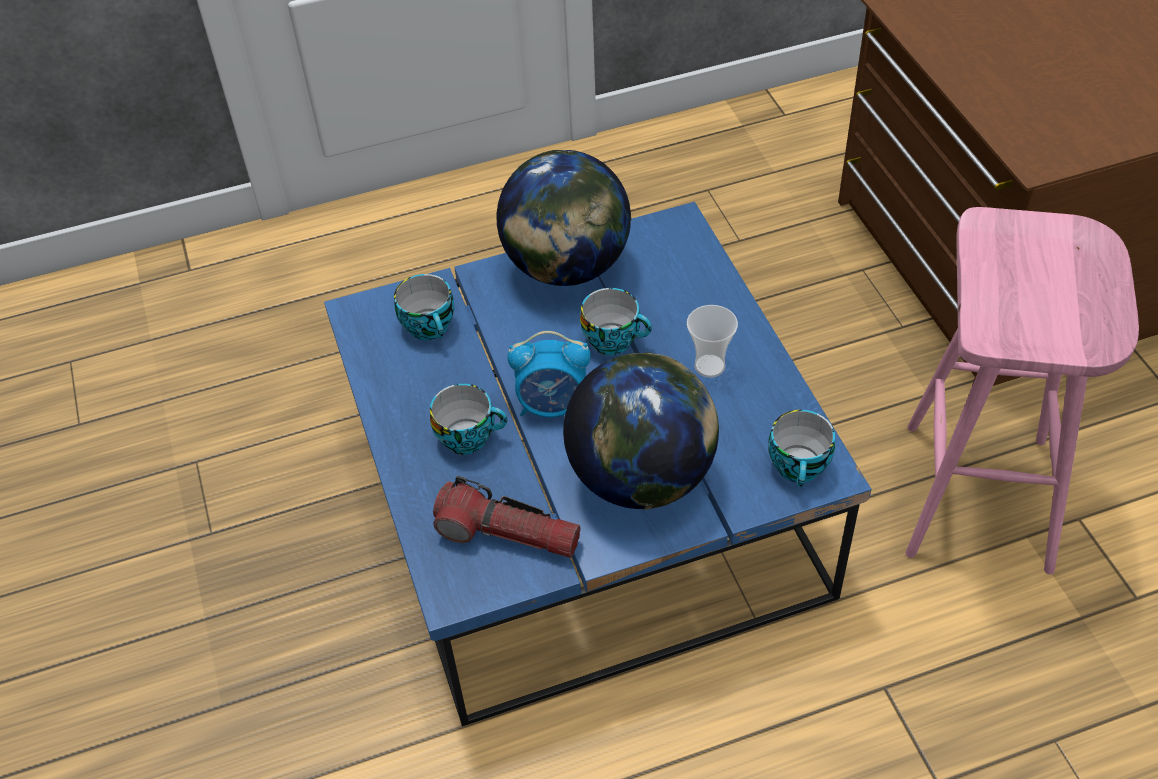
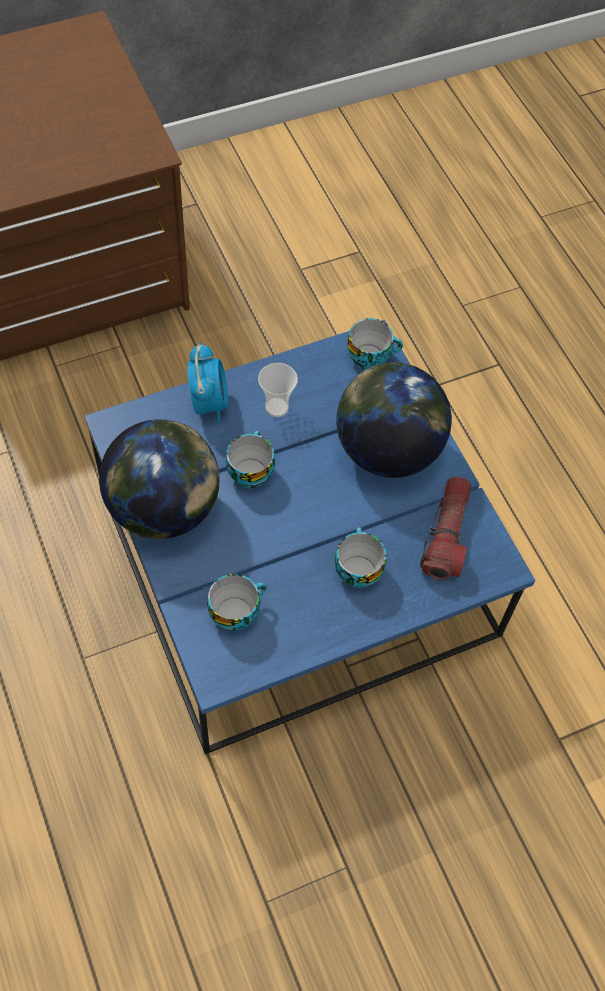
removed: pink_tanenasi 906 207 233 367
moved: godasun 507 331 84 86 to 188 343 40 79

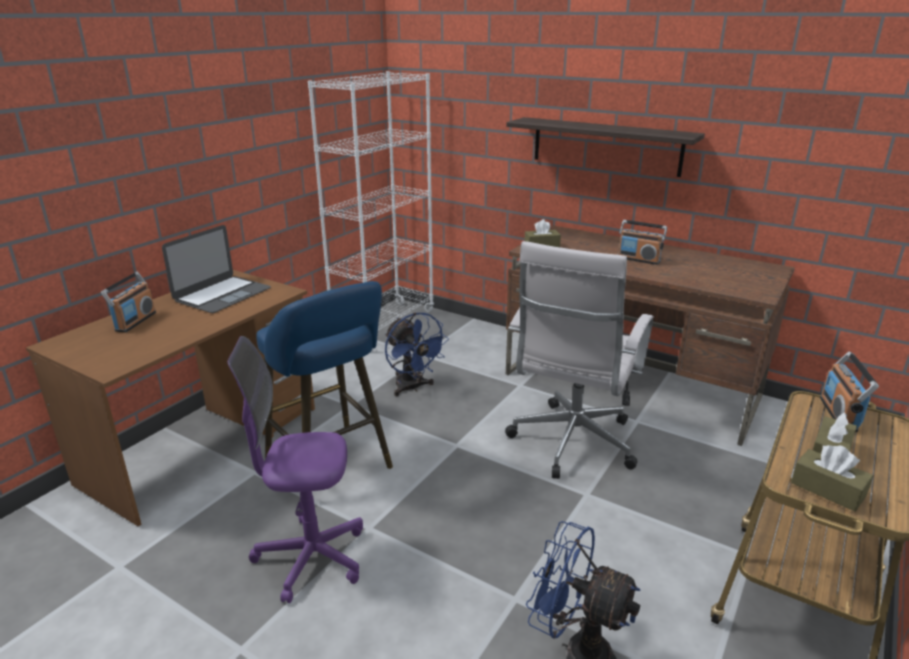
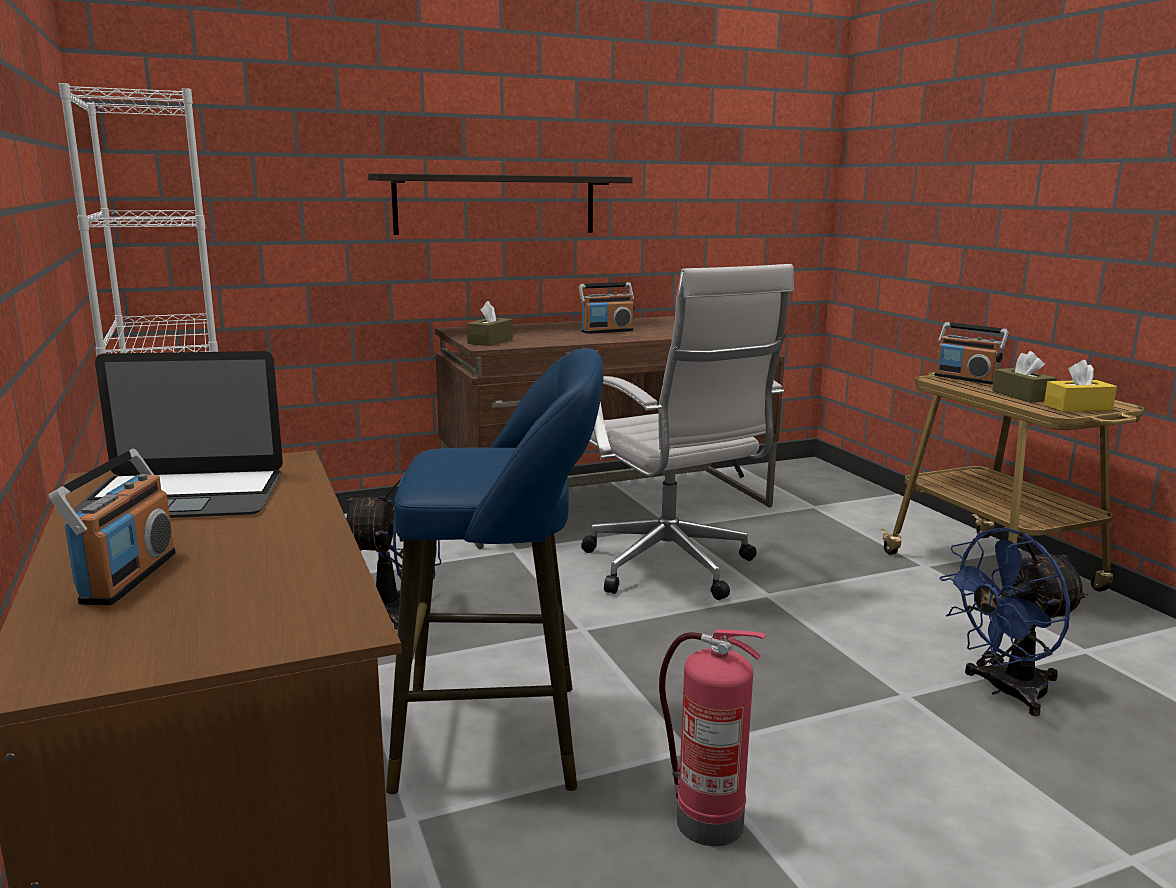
replaced: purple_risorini 228 336 135 267 to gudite 659 629 107 217
recoloured: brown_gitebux 791 445 82 67 to yellow_gitebux 1044 360 73 52
turned: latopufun 162 225 109 88 = 73 351 210 167 105 degrees clockwise; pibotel 101 272 55 61 = 49 448 127 157 45 degrees clockwise

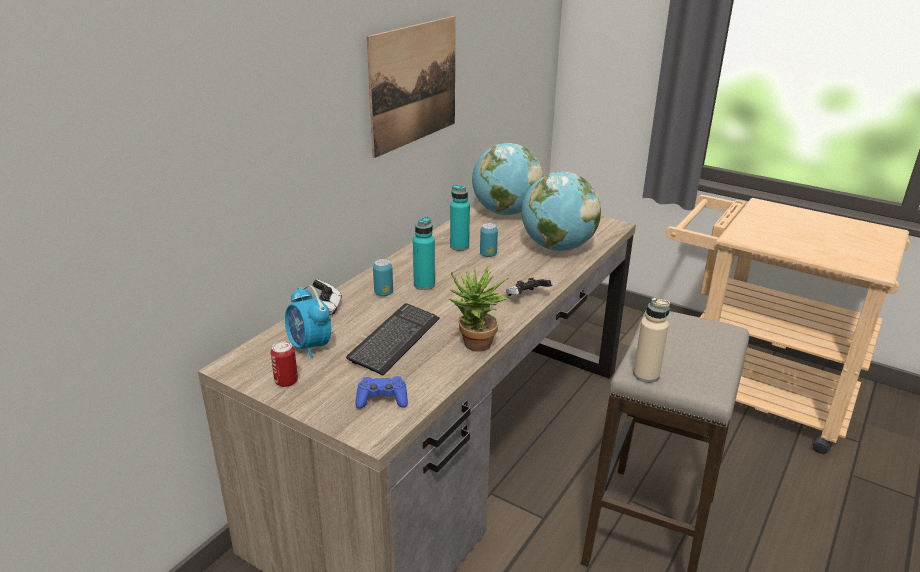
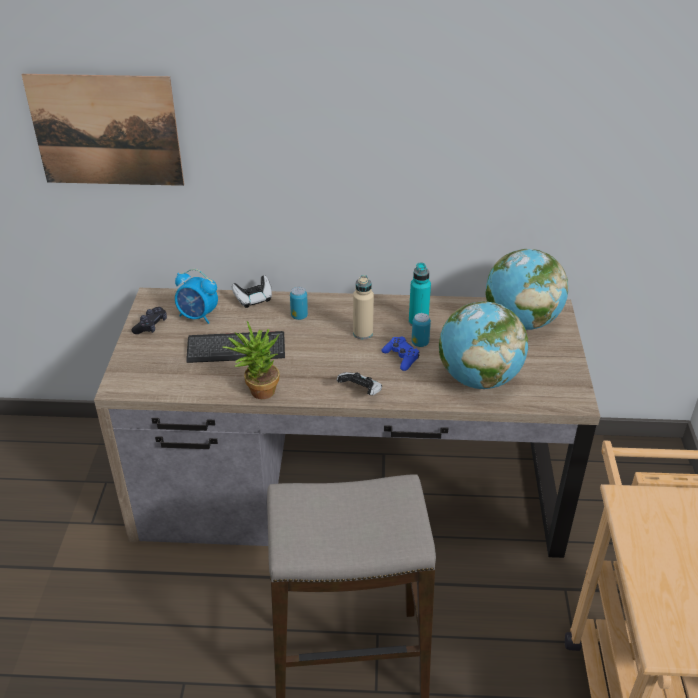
removed: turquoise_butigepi 413 216 22 74
moved: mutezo 367 16 89 142 to 21 74 163 112; beige_butigepi 633 297 37 86 to 353 275 21 64; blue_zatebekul 356 376 52 33 to 381 336 38 35
replaced: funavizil 271 341 27 46 to black_zatebekul 131 307 36 27
turned: godasun 285 286 46 73 = 175 269 43 55 90 degrees counterclockwise

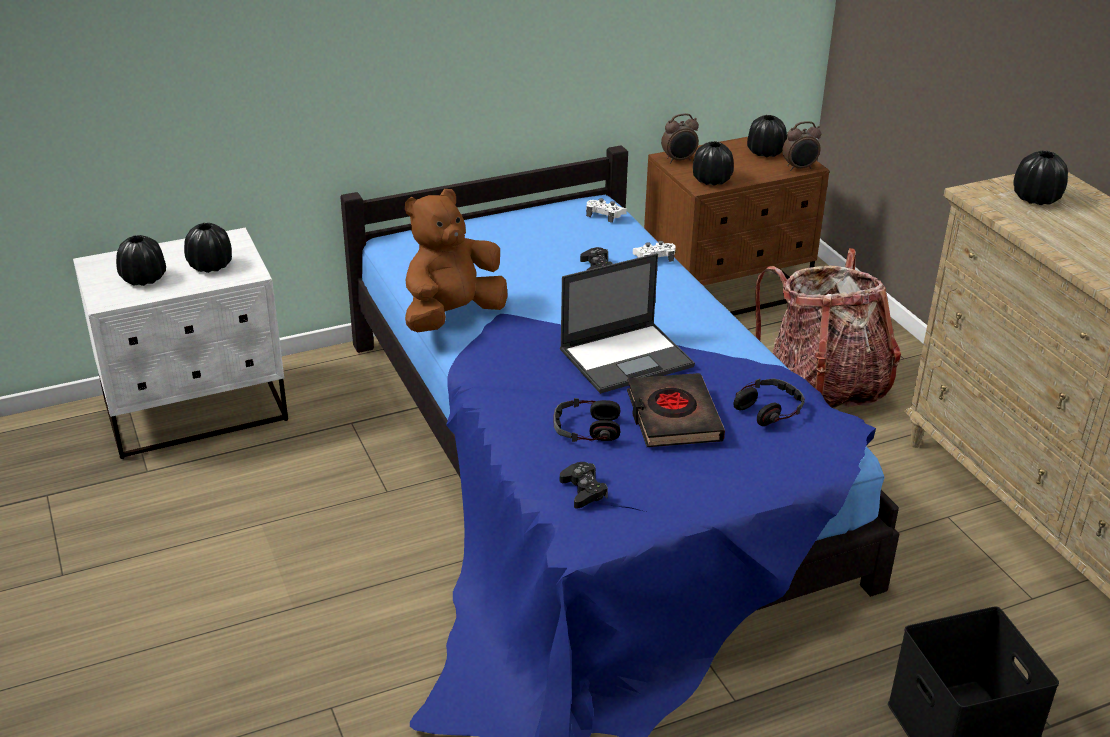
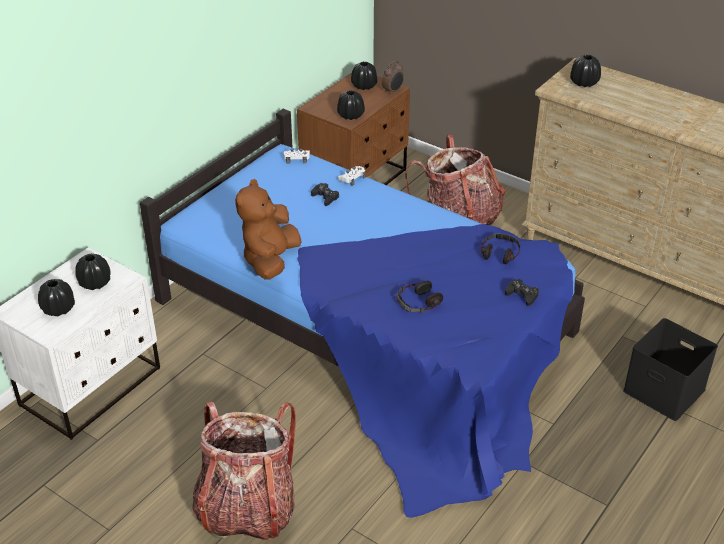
removed: godasun 661 113 38 50; latopufun 560 253 135 141; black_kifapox 627 373 98 74
added: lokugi 192 402 104 139
moved: black_zatebekul 560 462 48 47 to 505 279 34 27

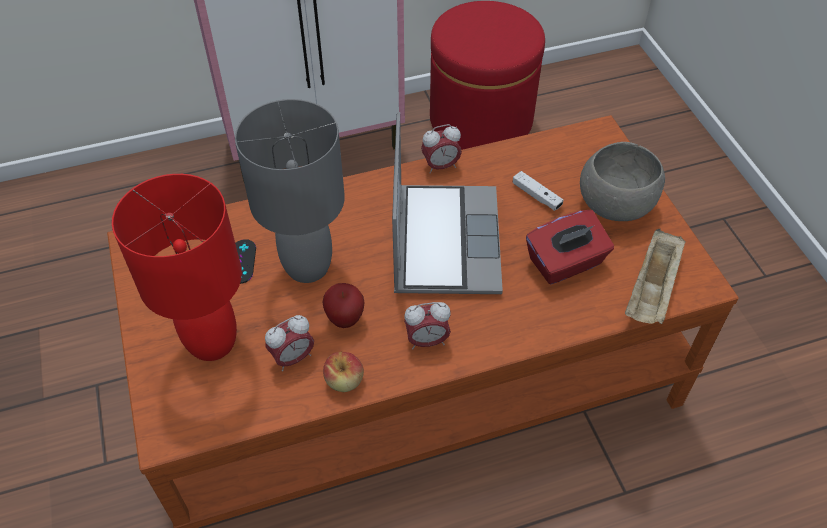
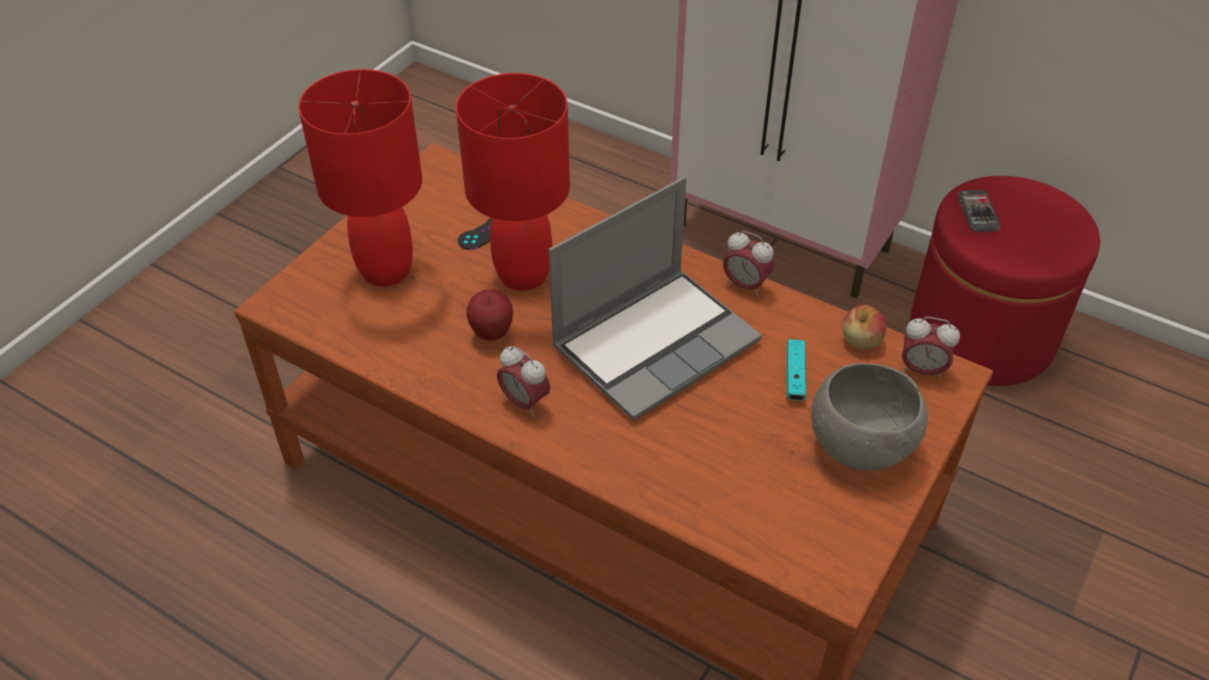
removed: red_gitebux 526 210 88 74; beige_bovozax 625 229 61 95
added: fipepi 958 190 43 42
moved: godasun 265 315 49 56 to 902 317 58 63; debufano 323 352 41 40 to 842 305 44 45
recoloured: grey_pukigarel 235 99 110 184 to red_pukigarel 456 73 114 218; white_zatebekul 513 171 50 40 to turquoise_zatebekul 787 339 19 62

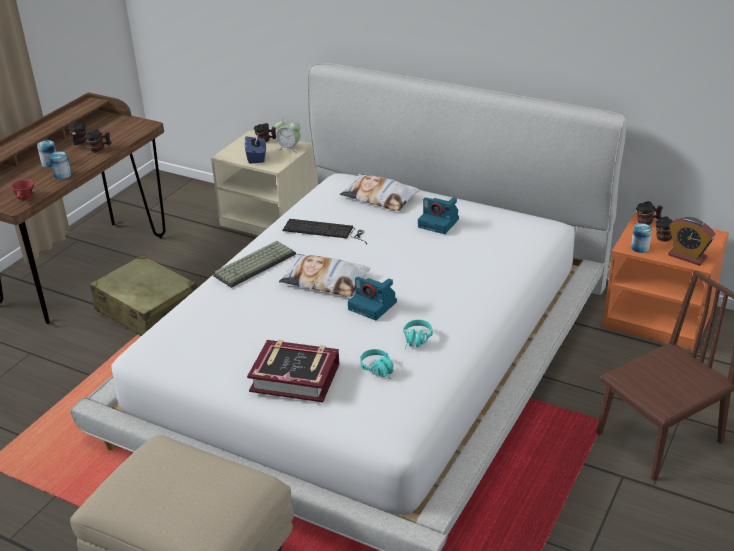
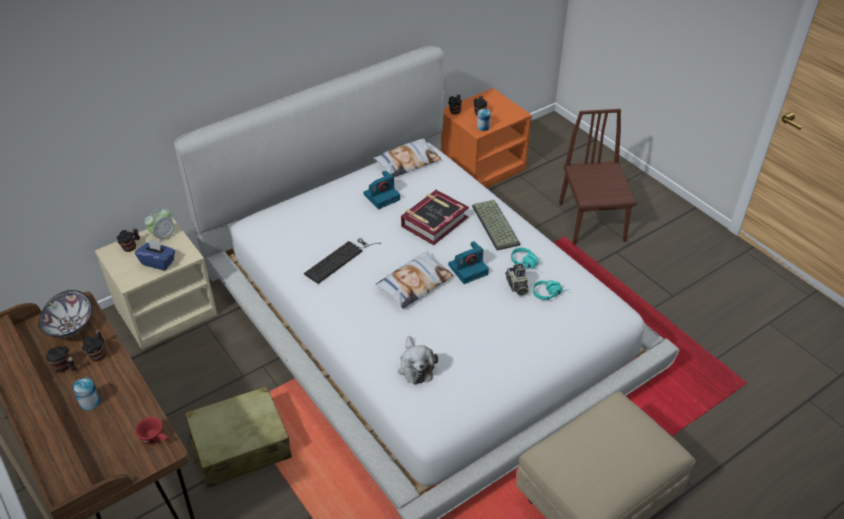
removed: funavizil 50 151 22 28; godasun 668 217 47 49
added: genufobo 505 264 24 32; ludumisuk 39 290 54 48; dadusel 398 336 40 48
moved: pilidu 340 174 80 37 to 373 139 68 38; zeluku 213 241 83 47 to 472 200 48 50; kifapox 247 339 93 63 to 401 190 68 55

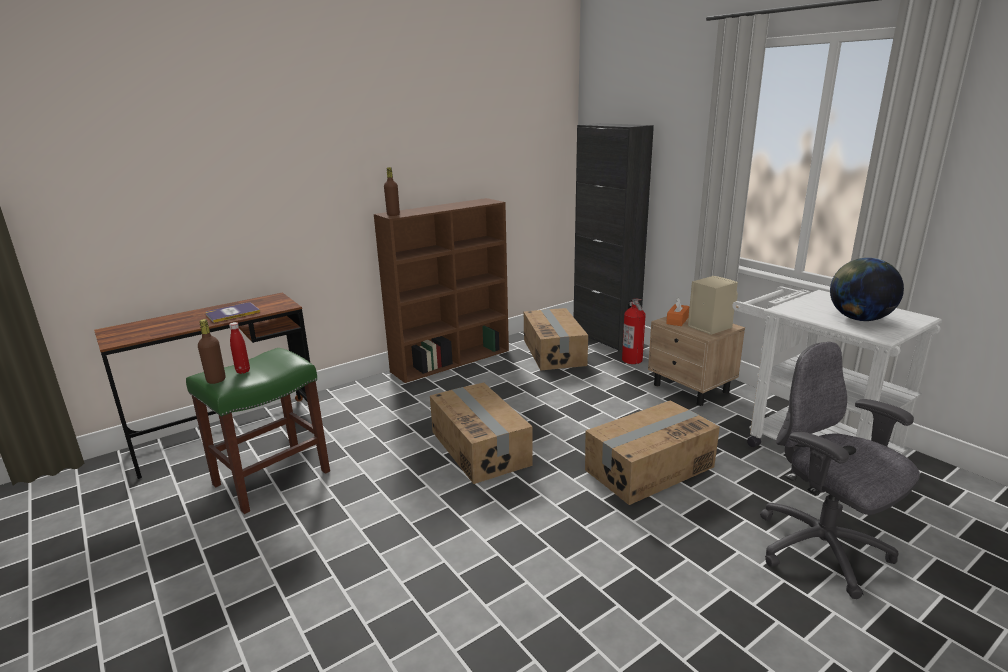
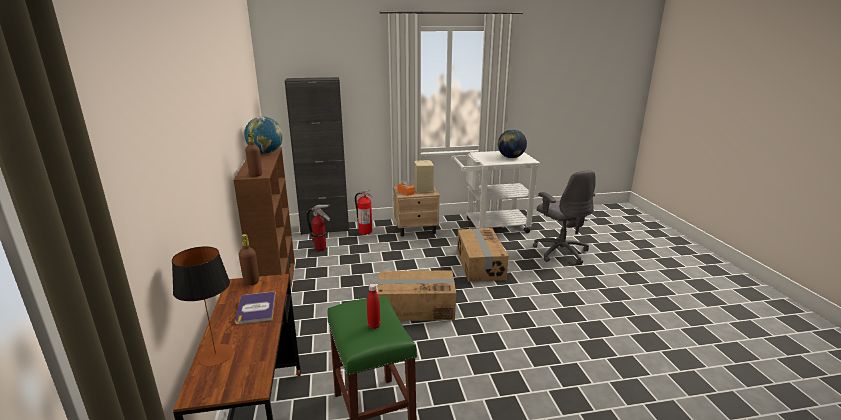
added: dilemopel 244 116 39 38; pukigarel 172 246 62 120
moved: brown_butigepi 198 319 27 65 to 238 234 21 51
replaced: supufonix 524 308 64 63 to gudite 307 205 23 46
turned: grey_risorini 760 342 160 257 = 533 170 63 95 105 degrees counterclockwise

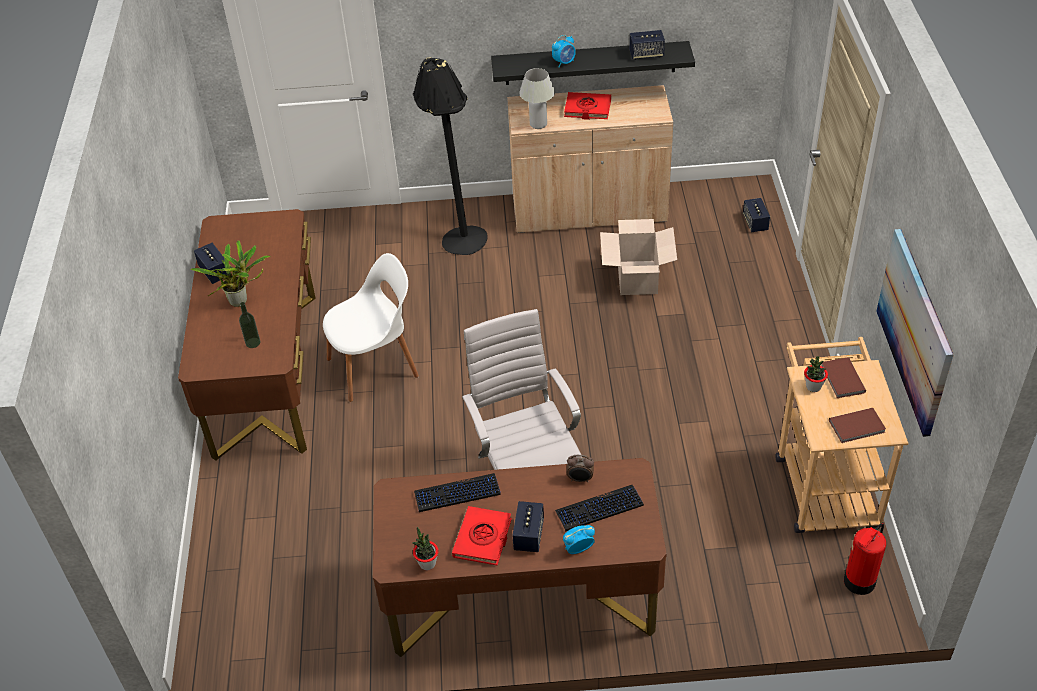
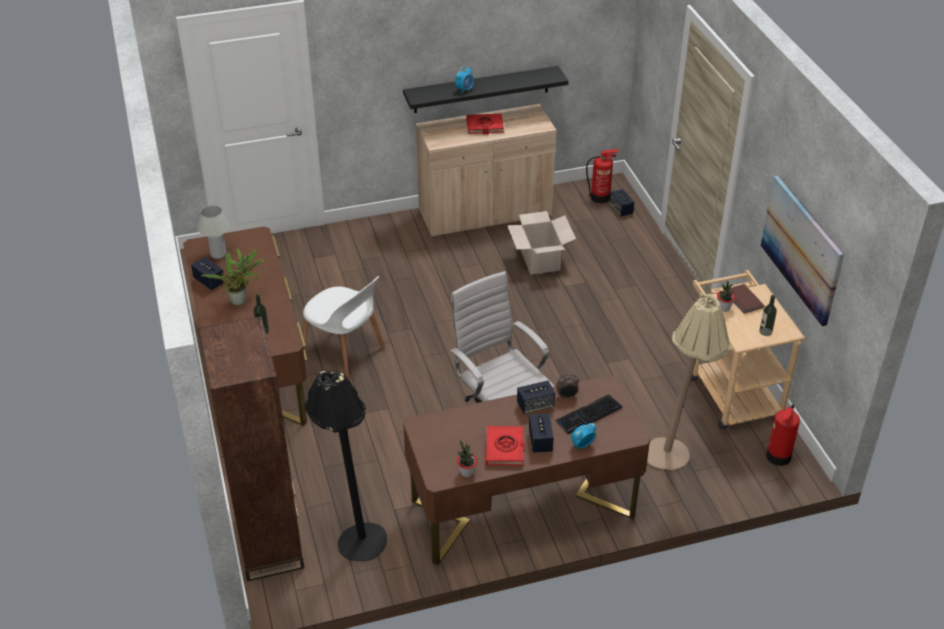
removed: zeluku 414 473 87 39
added: gudite 586 149 33 54; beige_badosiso 647 293 85 177; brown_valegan 199 316 105 266
moved: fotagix 629 30 36 30 to 517 381 38 33; black_badosiso 413 57 75 198 to 304 370 83 191; white_pukigarel 519 68 36 61 to 198 205 32 54
replaced: brown_kifapox 829 408 57 35 to butigepi 759 295 18 41
turned: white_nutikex 323 253 96 149 = 303 276 82 103 75 degrees clockwise

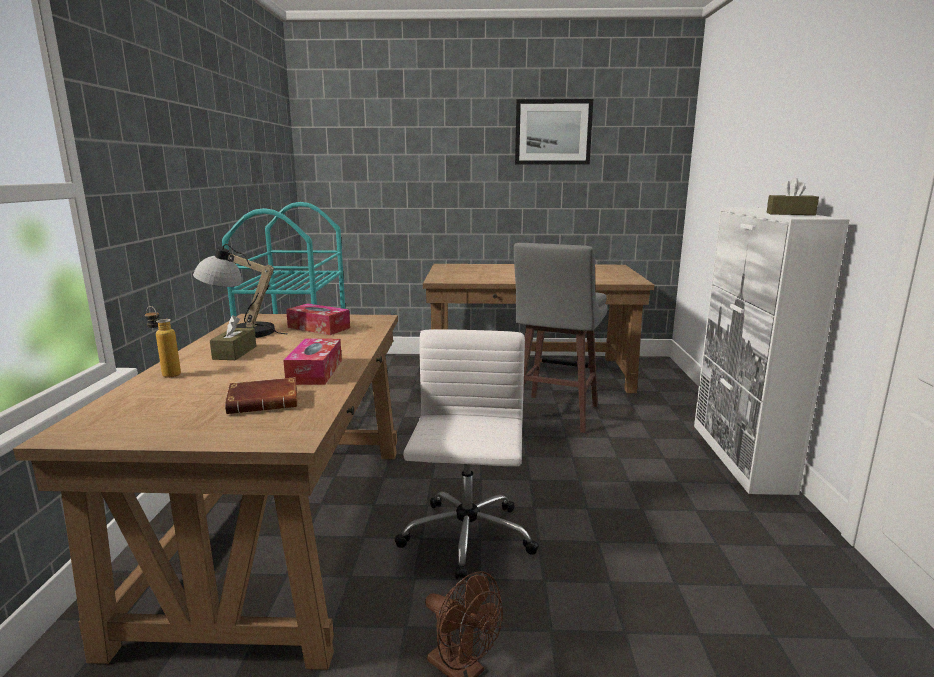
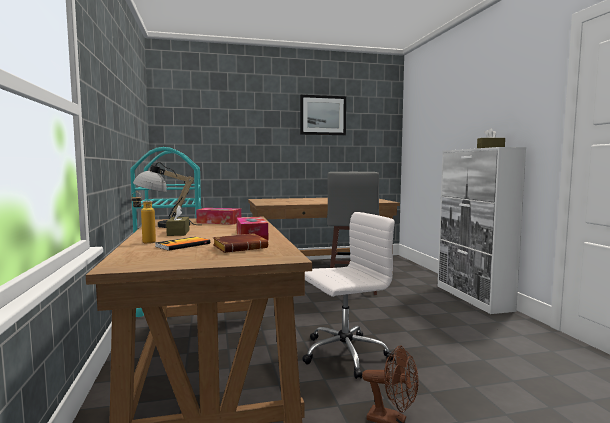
added: kifapox 155 237 55 14
turned: white_risorini 394 329 145 251 = 302 212 93 167 75 degrees clockwise

